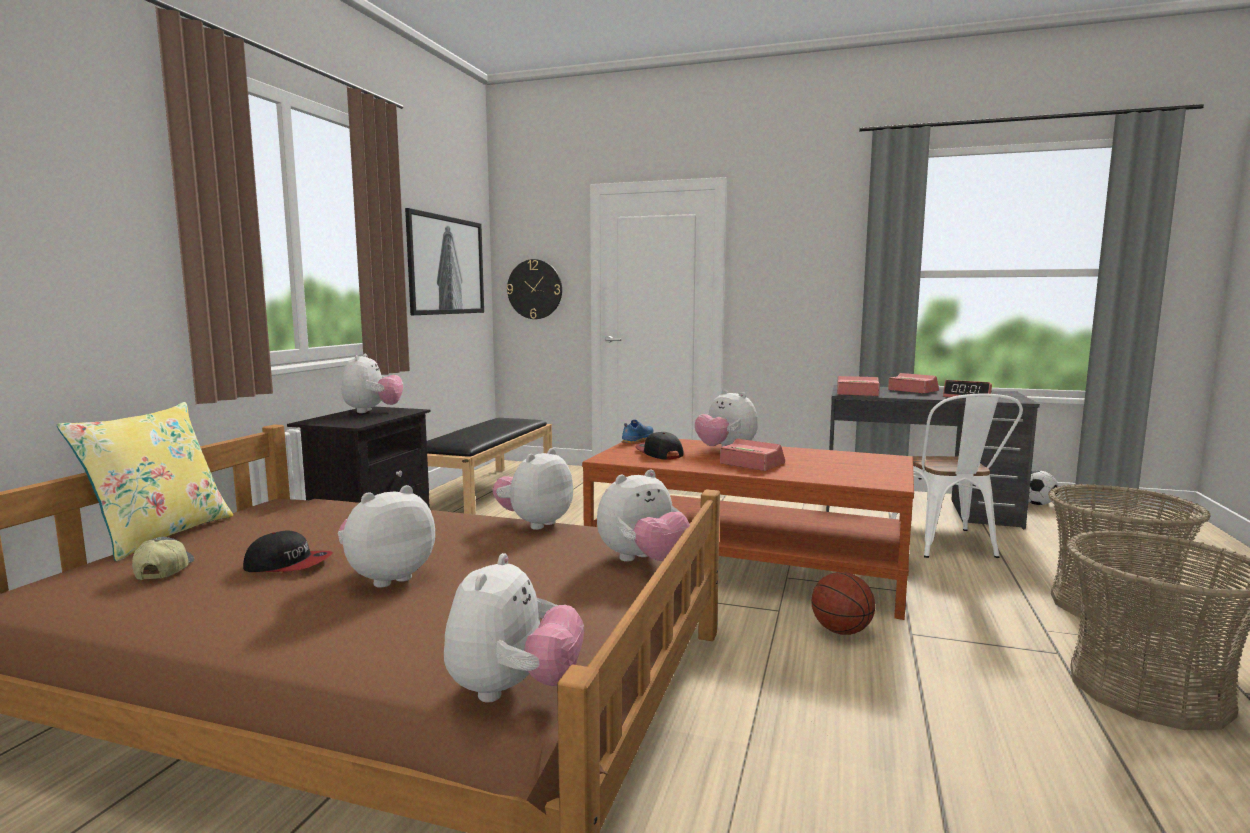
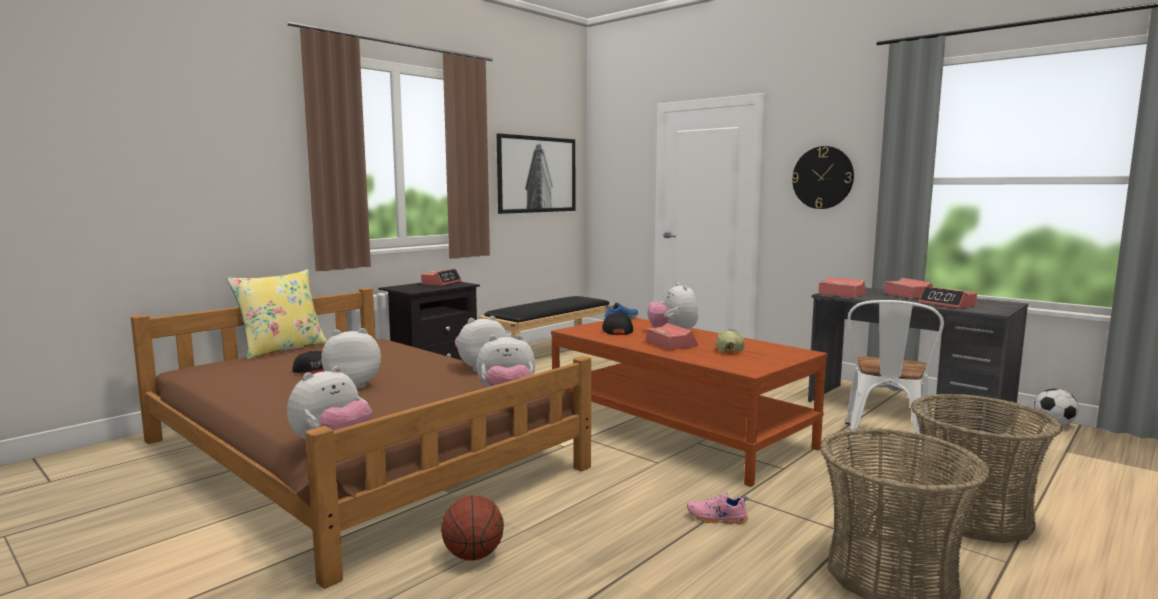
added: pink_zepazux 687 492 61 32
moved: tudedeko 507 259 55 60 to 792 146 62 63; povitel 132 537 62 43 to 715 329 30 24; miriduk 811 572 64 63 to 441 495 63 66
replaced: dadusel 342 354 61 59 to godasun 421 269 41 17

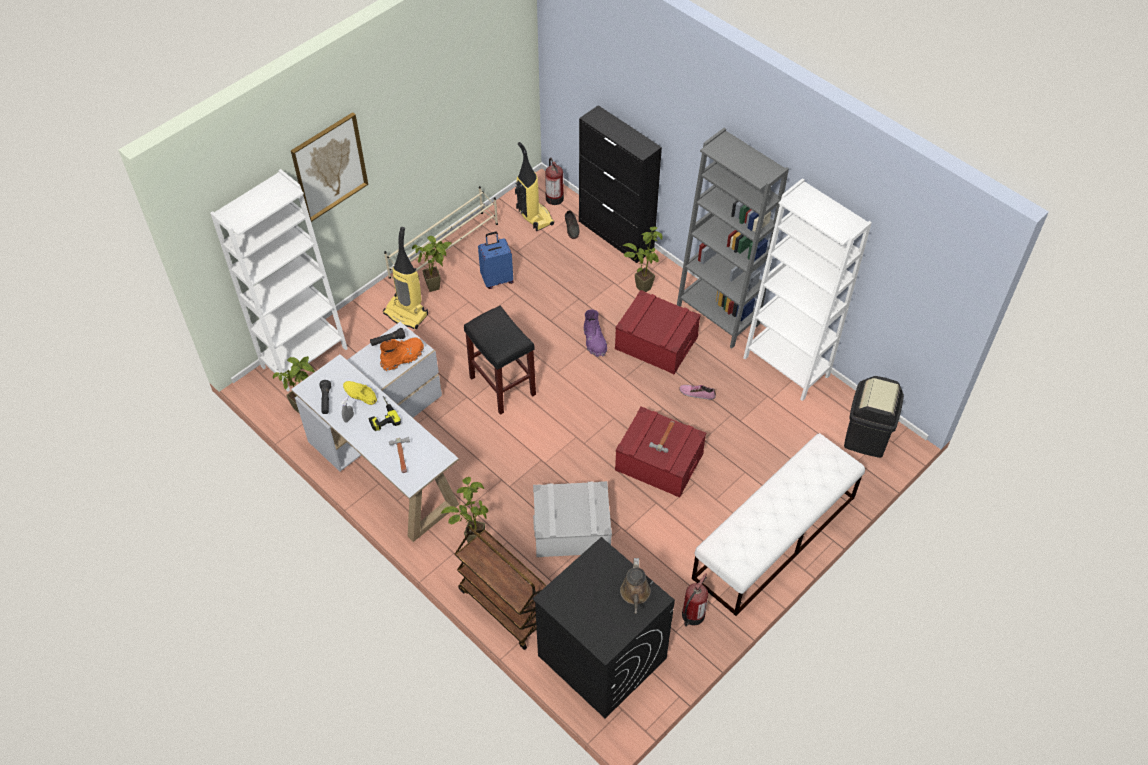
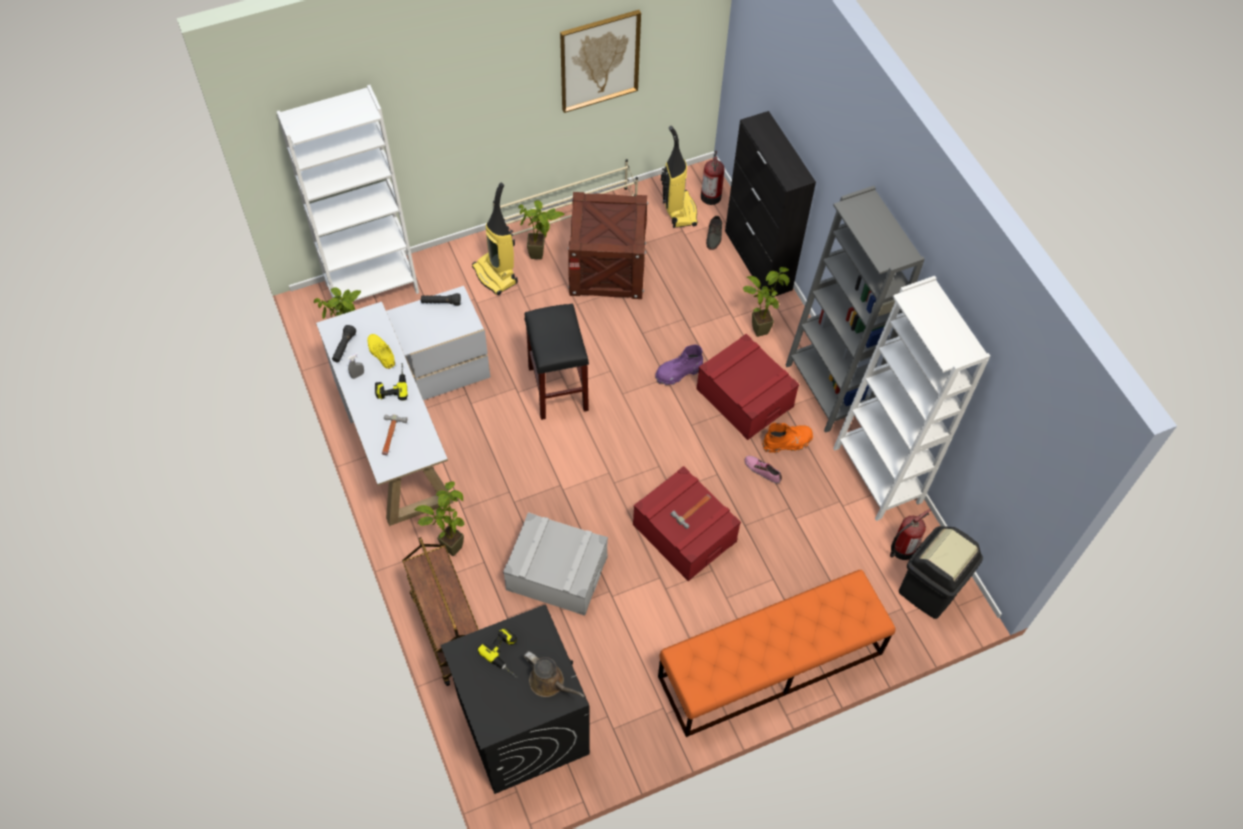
added: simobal 477 628 40 50
moved: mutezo 291 112 77 110 to 560 10 81 103; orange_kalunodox 380 337 44 34 to 762 423 51 30; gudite 682 573 26 54 to 890 509 41 51
replaced: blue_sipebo 478 232 36 57 to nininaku 567 192 81 107
recoloured: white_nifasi 692 433 173 183 to orange_nifasi 658 570 237 167
turned: purple_kalunodox 584 309 23 48 = 655 345 48 40 60 degrees clockwise; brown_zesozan 620 558 31 56 = 524 651 61 47 75 degrees counterclockwise

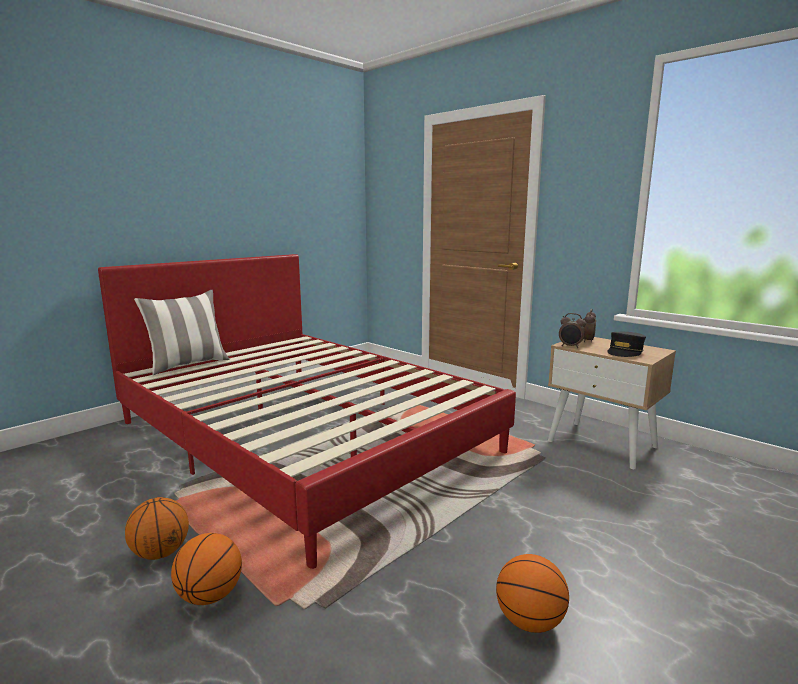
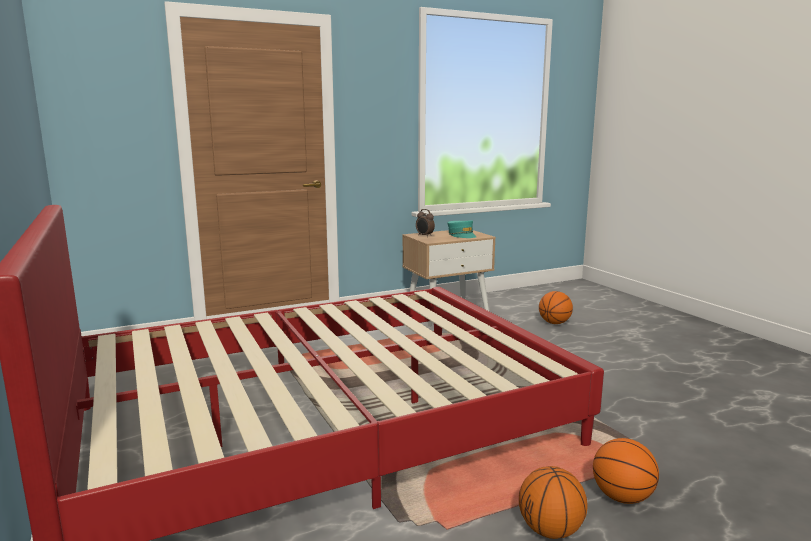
removed: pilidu 134 290 95 85; godasun 559 313 27 35
moved: miriduk 496 554 73 79 to 539 291 34 33
recoloured: black_povitel 607 332 39 25 to turquoise_povitel 448 221 29 17

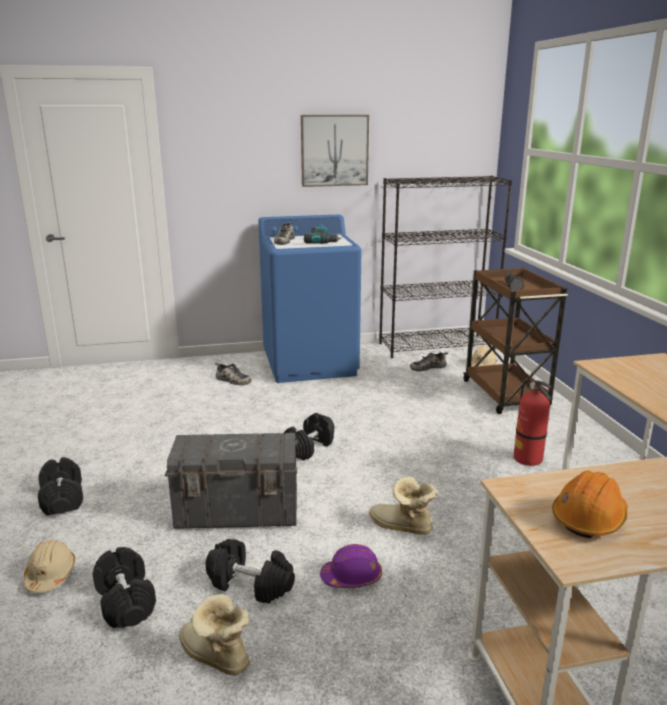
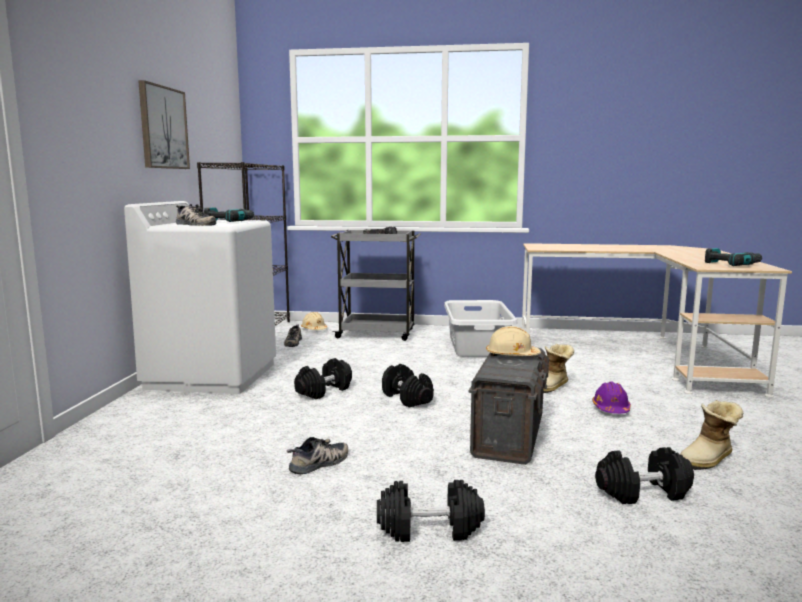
moved: zepazux 215 363 37 22 to 287 437 61 37; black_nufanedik 206 539 89 65 to 294 358 58 41; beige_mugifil 24 540 51 53 to 486 326 55 30
replaced: gudite 514 379 37 87 to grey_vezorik 444 300 74 57; orange_mugifil 552 470 76 68 to simobal 705 248 58 18
recoloured: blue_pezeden 258 215 104 168 to white_pezeden 124 201 152 193; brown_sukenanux 463 267 105 147 to grey_sukenanux 331 230 90 111

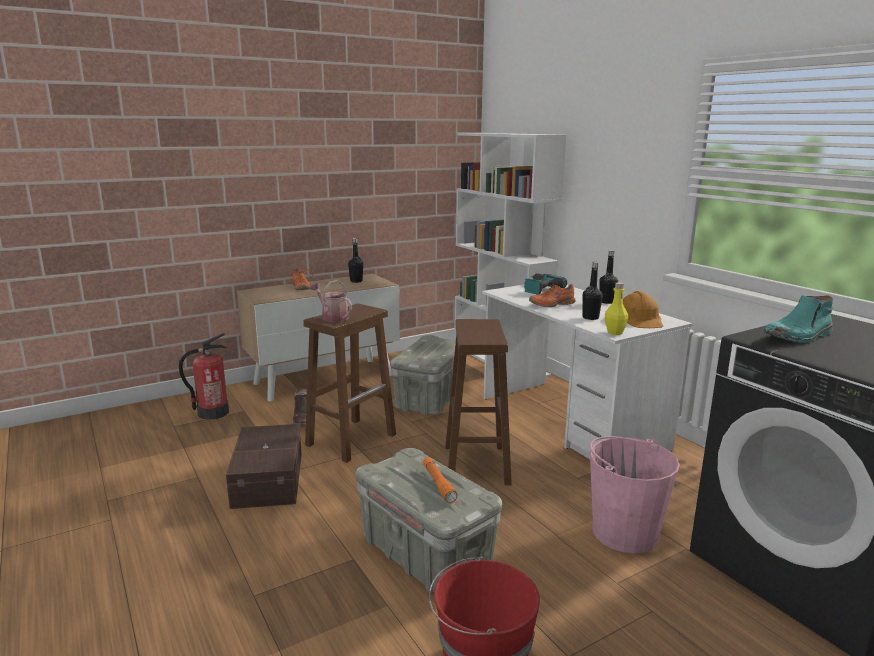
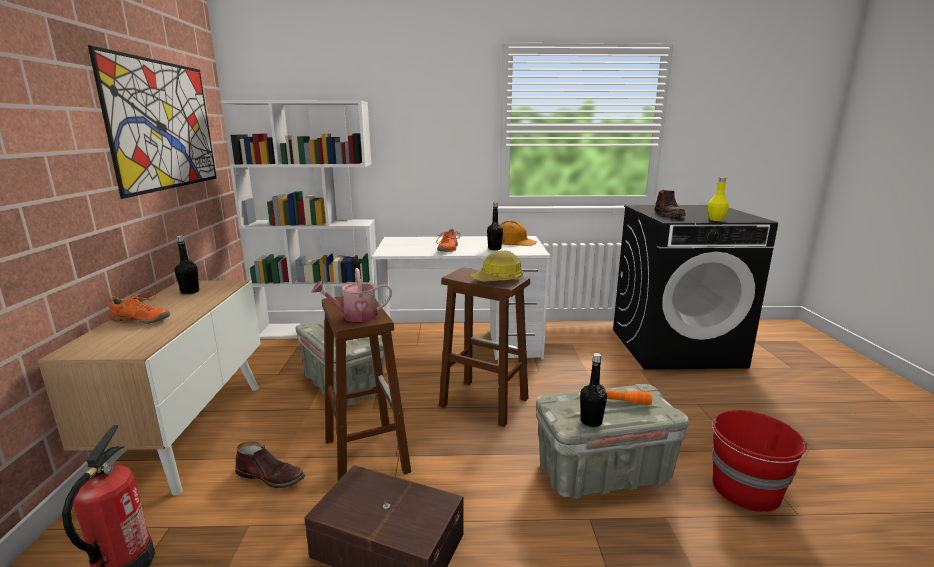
removed: simobal 524 273 43 22; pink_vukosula 590 436 90 118
added: mutezo 88 45 128 154; mugifil 470 250 53 32
moved: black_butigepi 599 250 19 54 to 580 353 27 74; yellow_butigepi 605 282 23 53 to 708 177 21 44
recoloured: turquoise_kalunodox 763 295 70 48 to brown_kalunodox 654 190 32 27

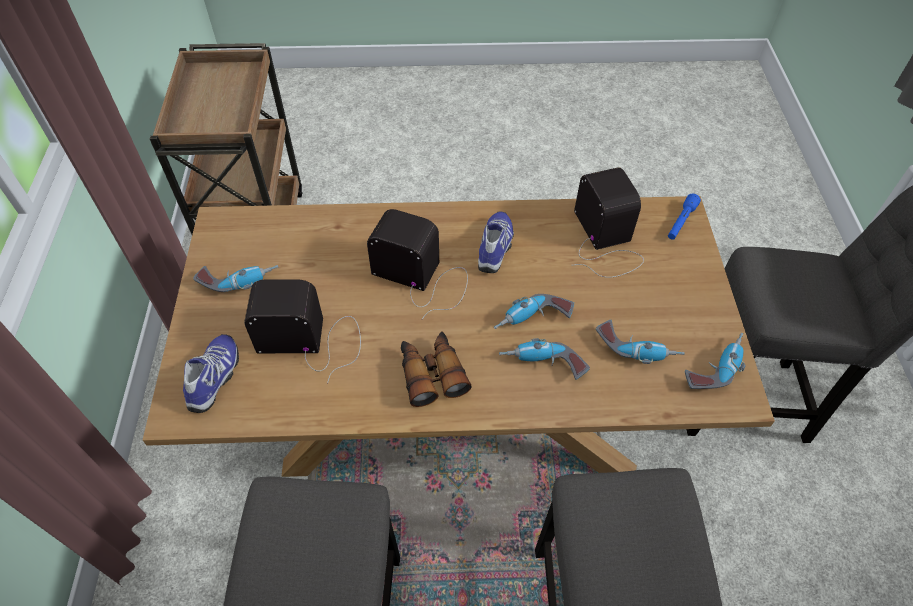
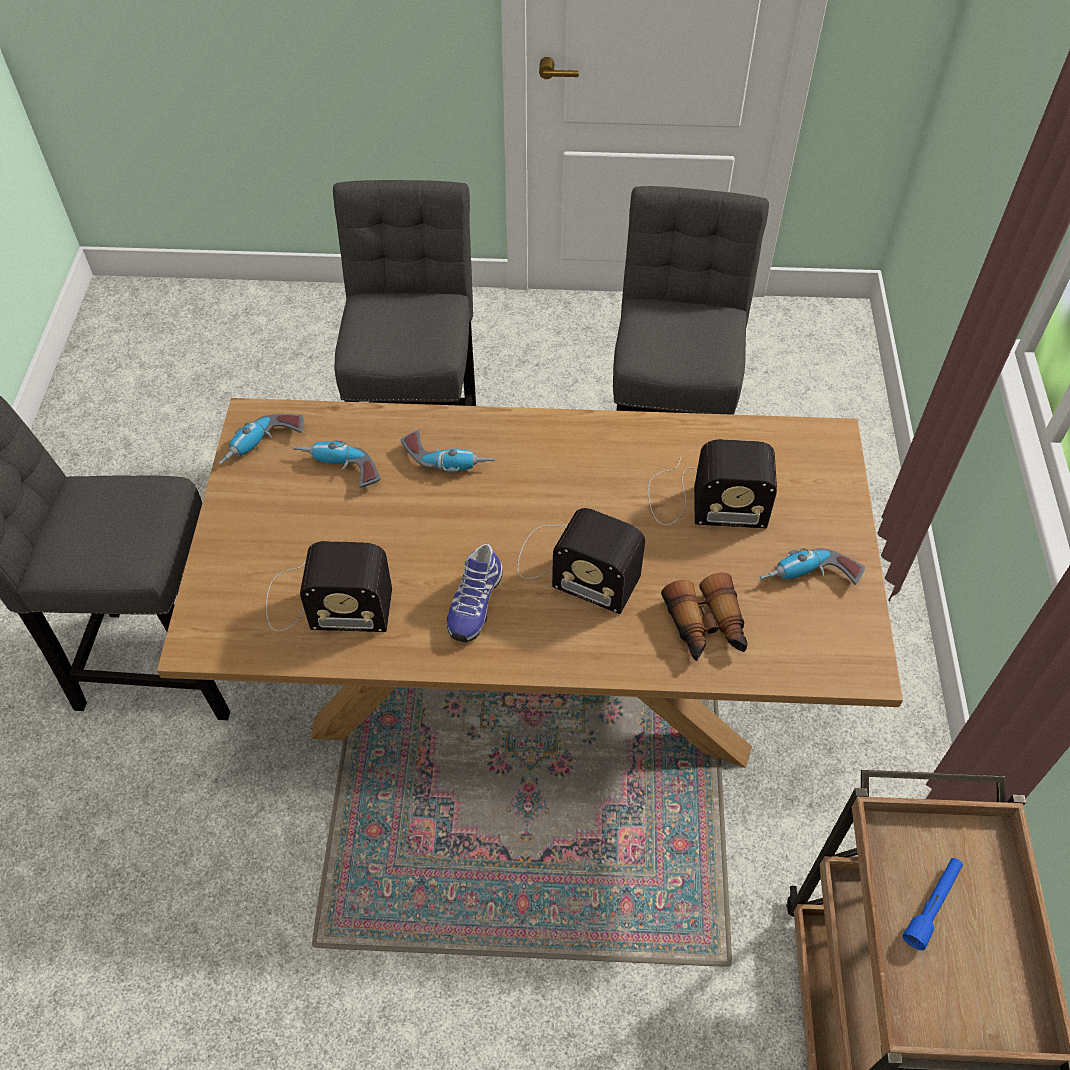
removed: simobal 494 294 80 35; zepazux 183 334 56 79
moved: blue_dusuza 668 194 33 46 to 902 858 61 92; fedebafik 401 331 71 76 to 661 573 87 88
turned: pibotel 571 167 73 111 = 266 541 126 91 75 degrees counterclockwise

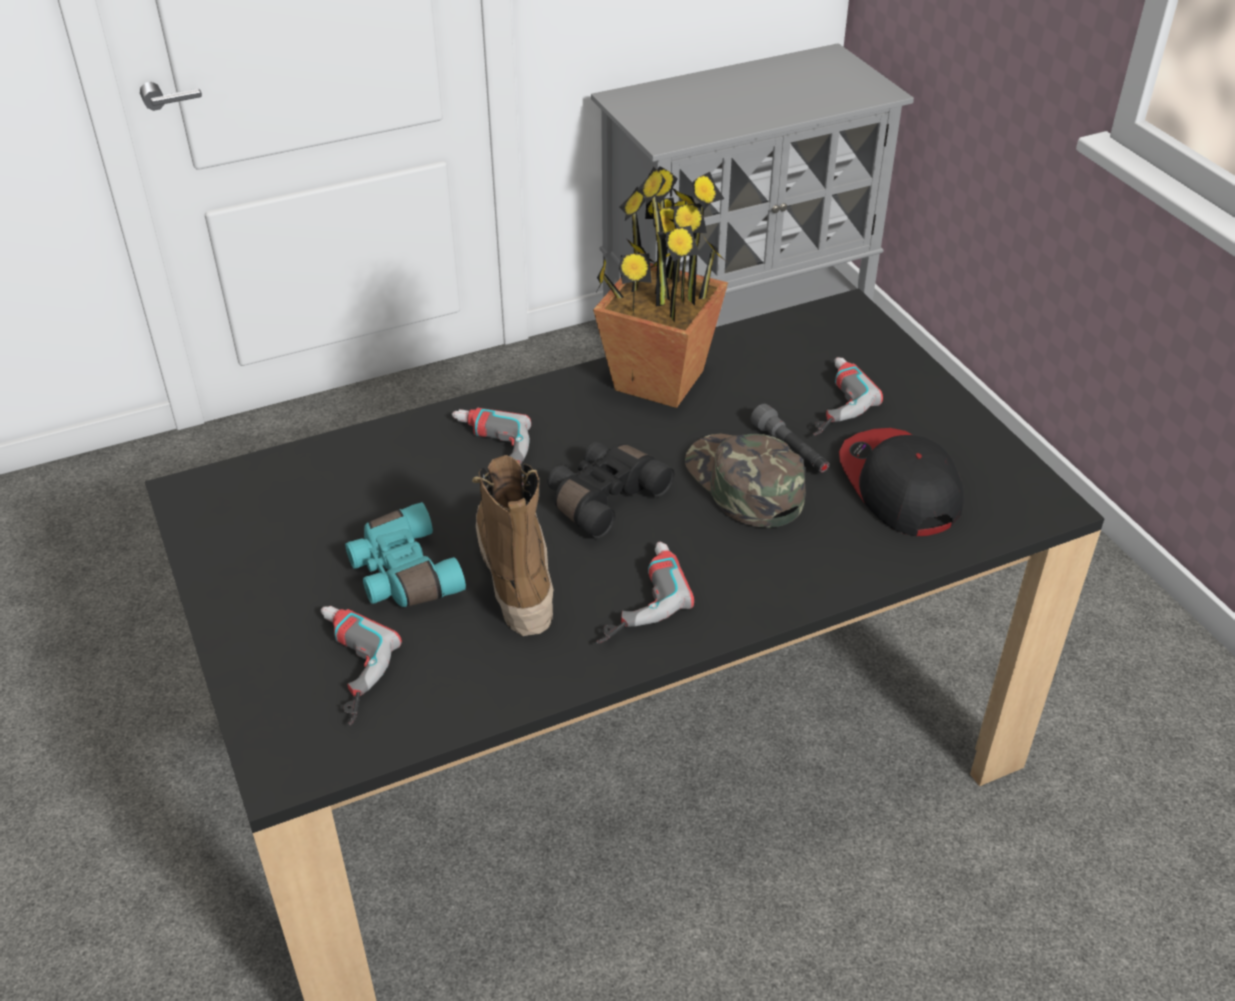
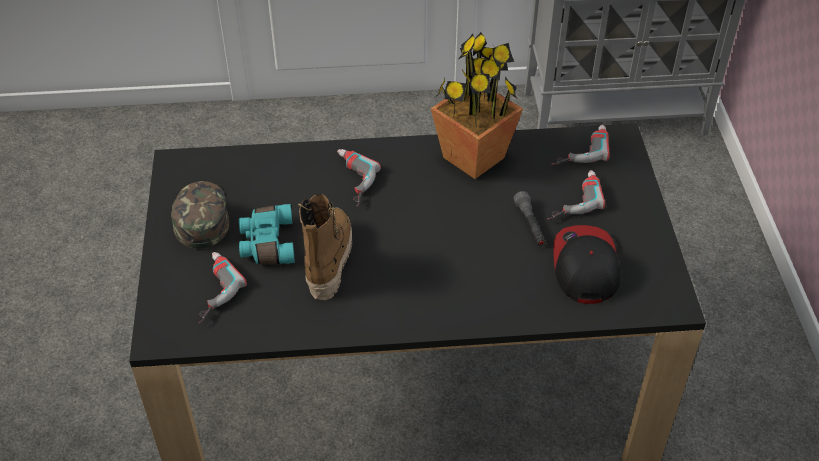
removed: black_fedebafik 547 442 127 96
moved: green_povitel 685 433 121 95 to 171 181 58 68; simobal 597 542 97 102 to 551 124 59 41

